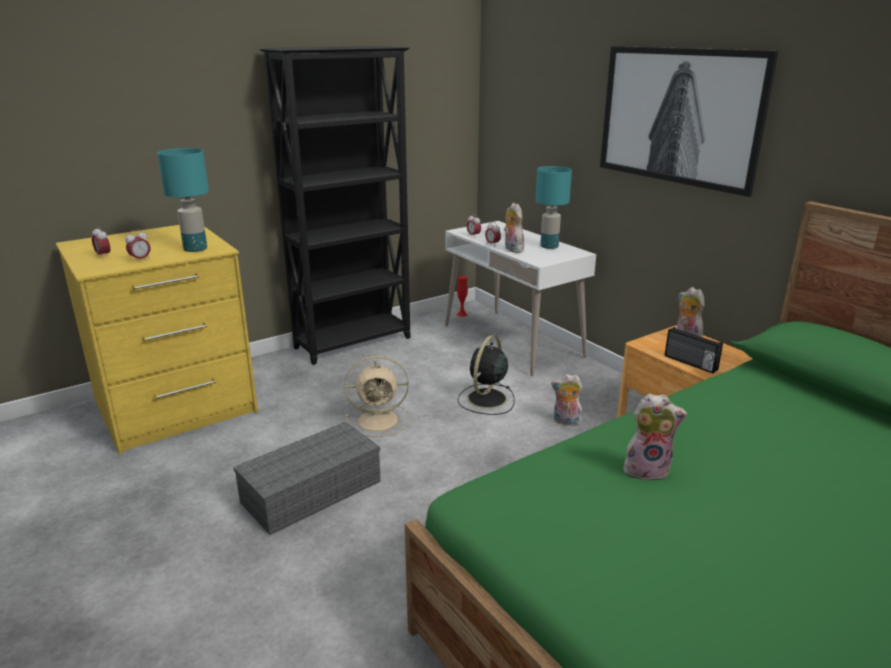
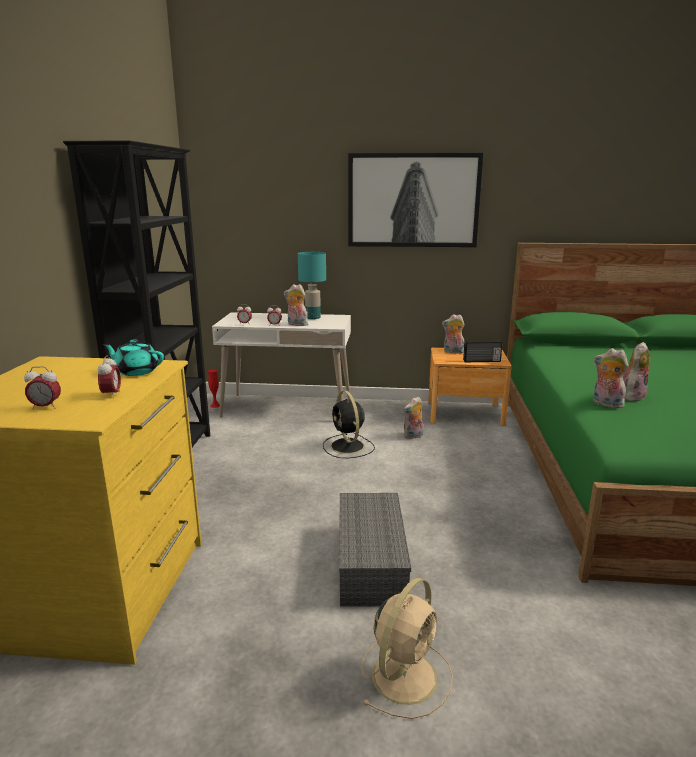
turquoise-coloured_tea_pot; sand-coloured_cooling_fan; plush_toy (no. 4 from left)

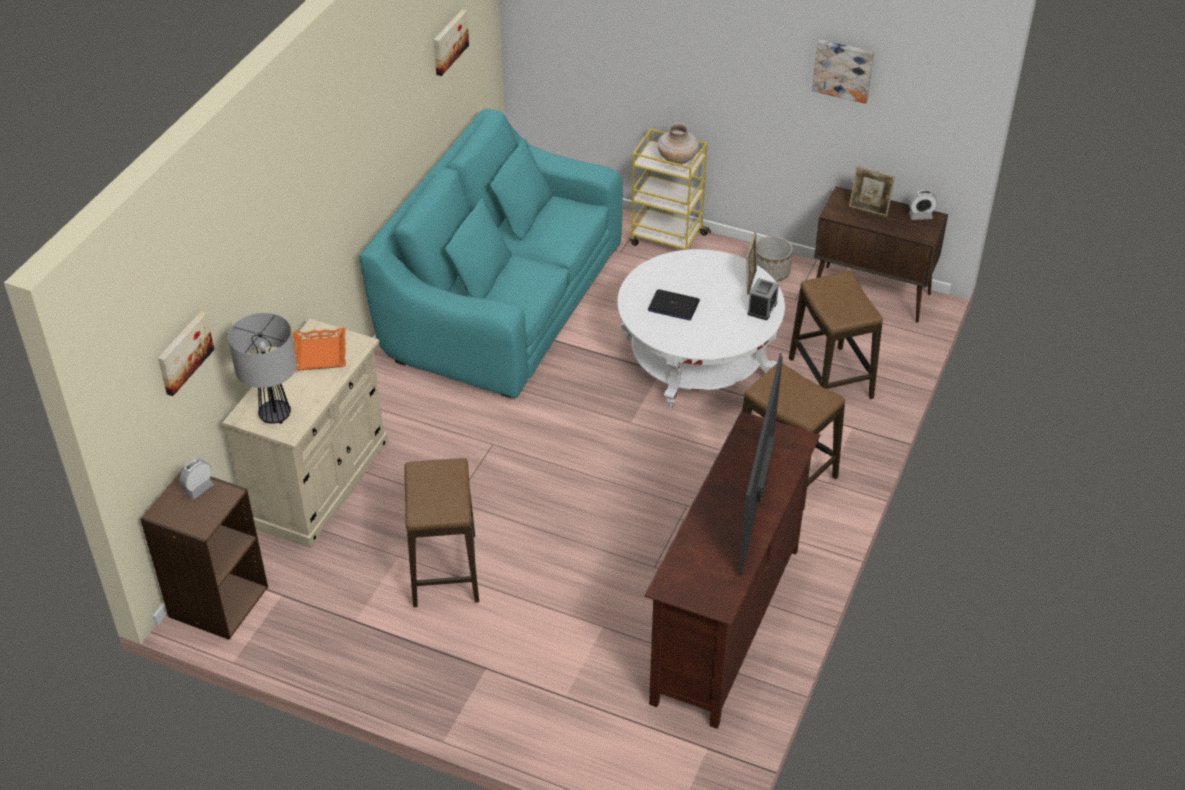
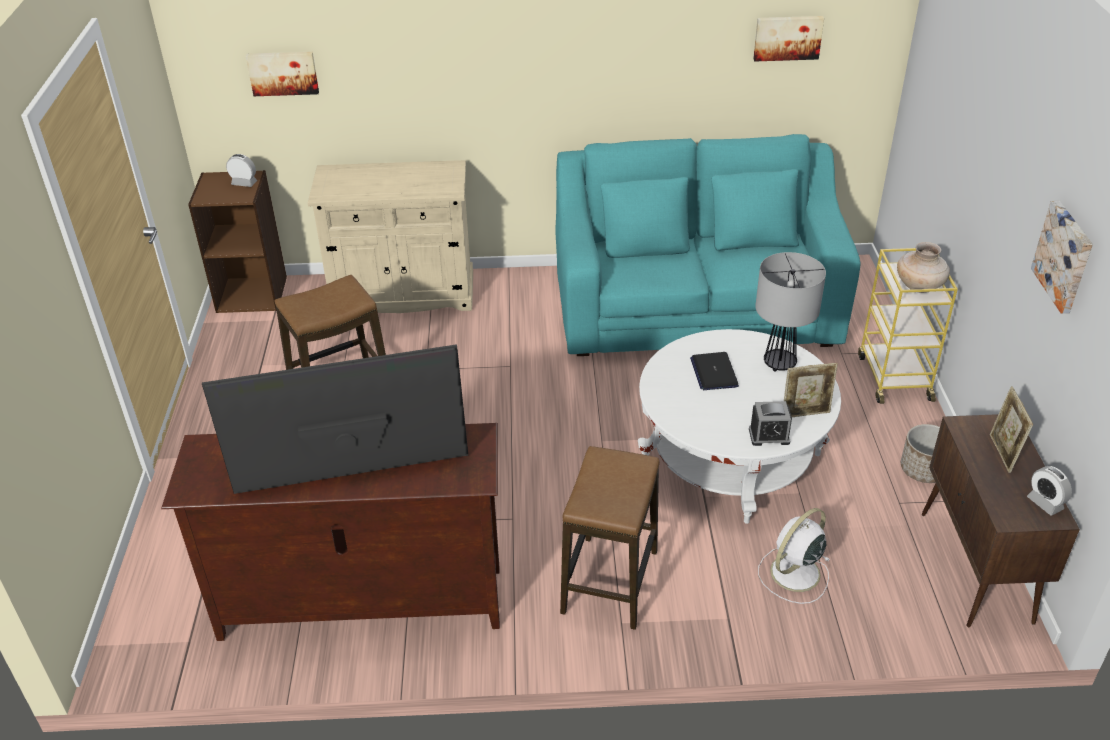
lamp_for_a_table; orangey_serving_tray; white_cooling_fan

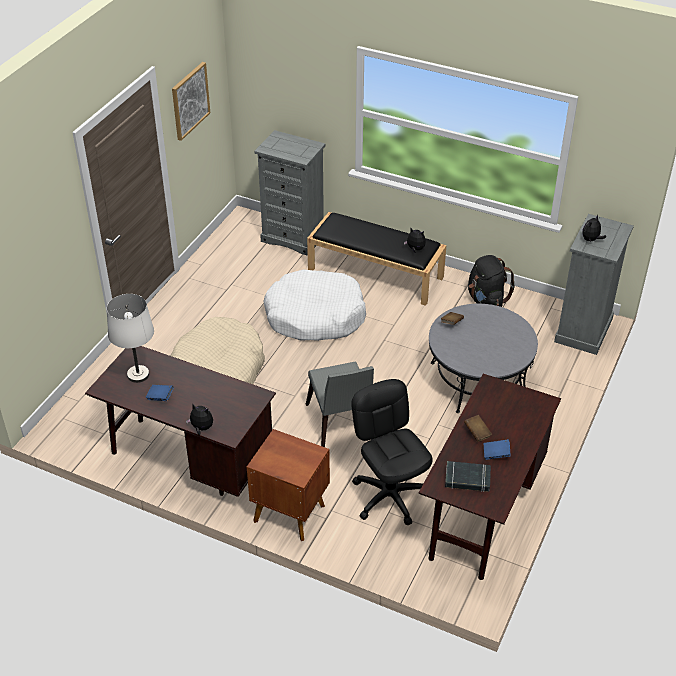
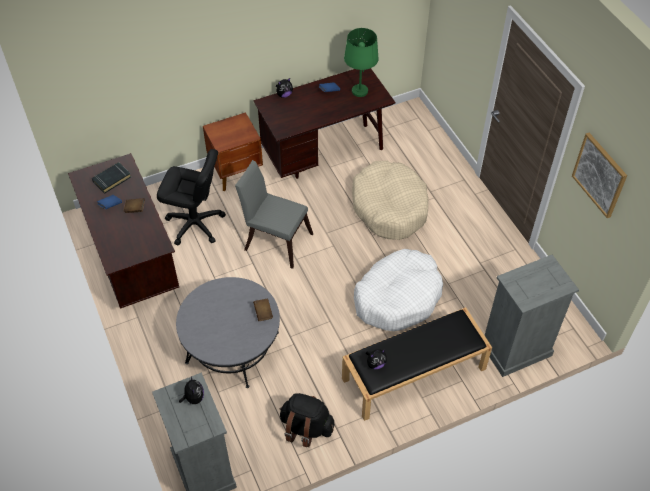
greenish_lamp_for_a_table

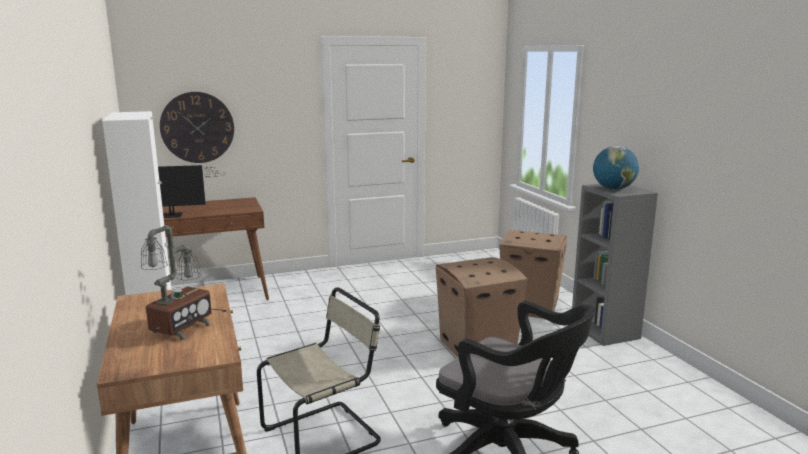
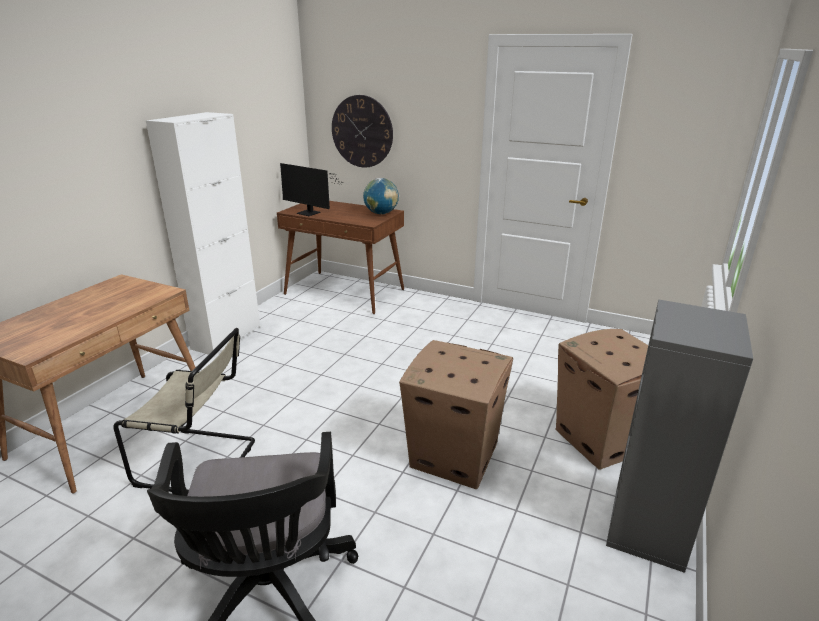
lamp_for_a_table; globe

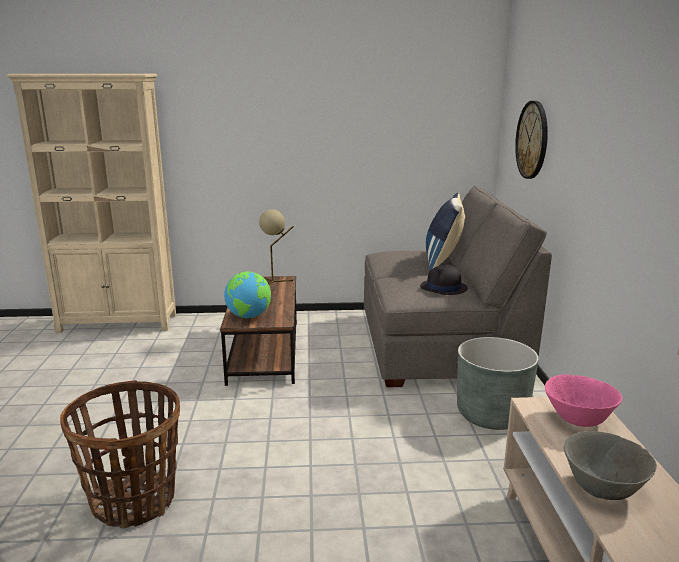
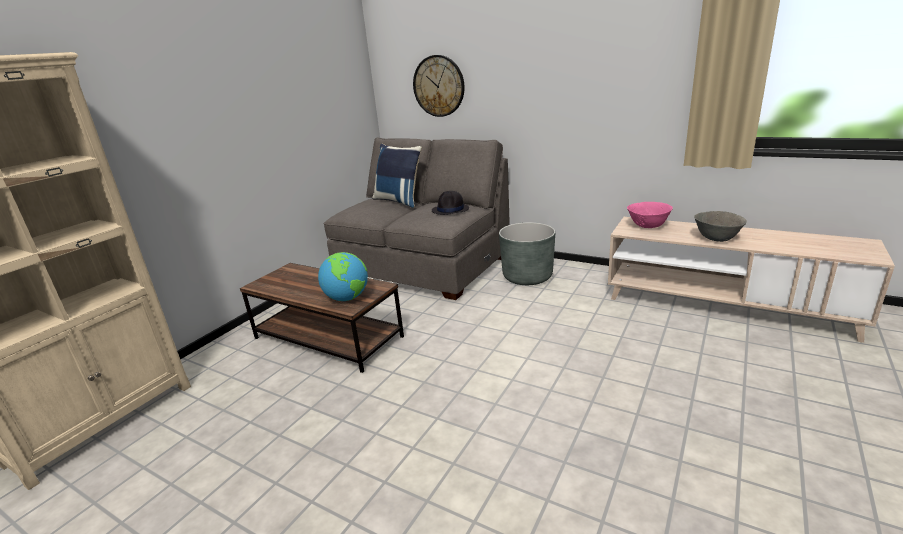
storage_basket; sand-coloured_lamp_for_a_table

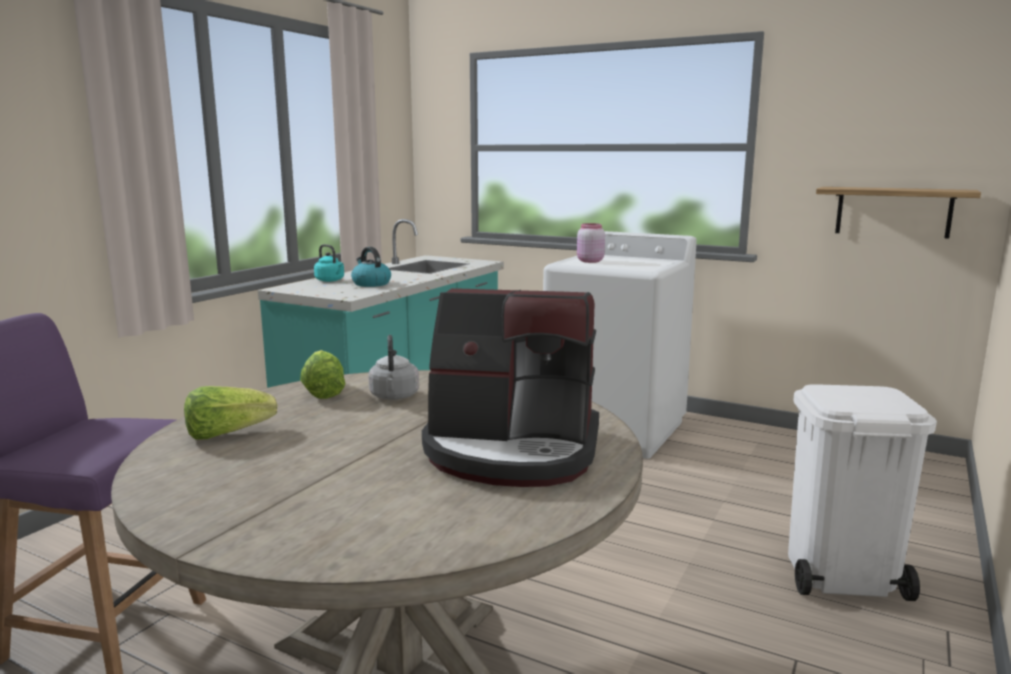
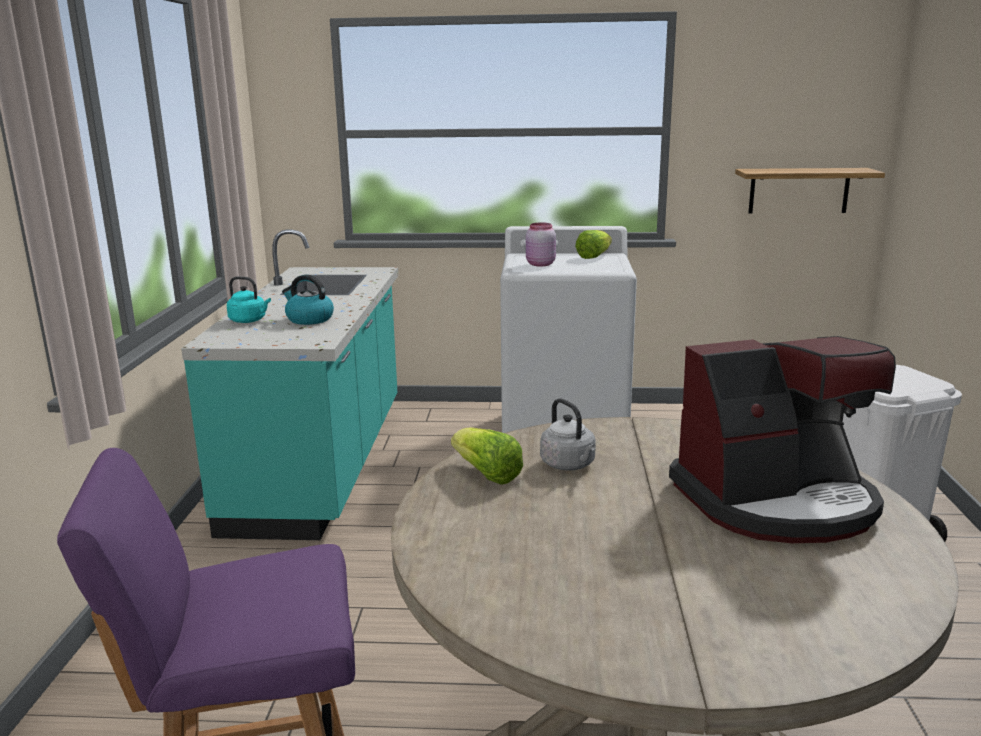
lettuce (no. 2 from left)

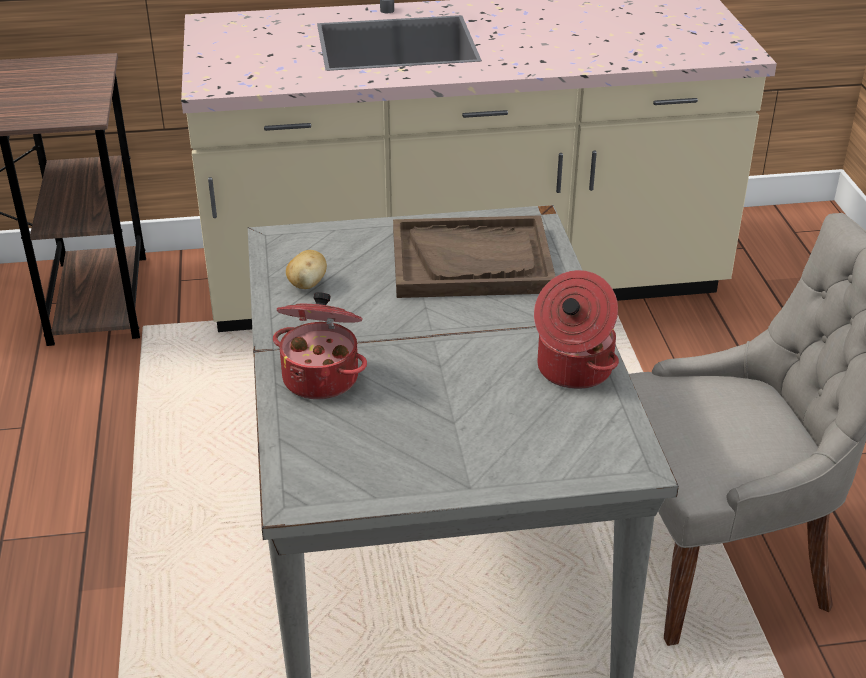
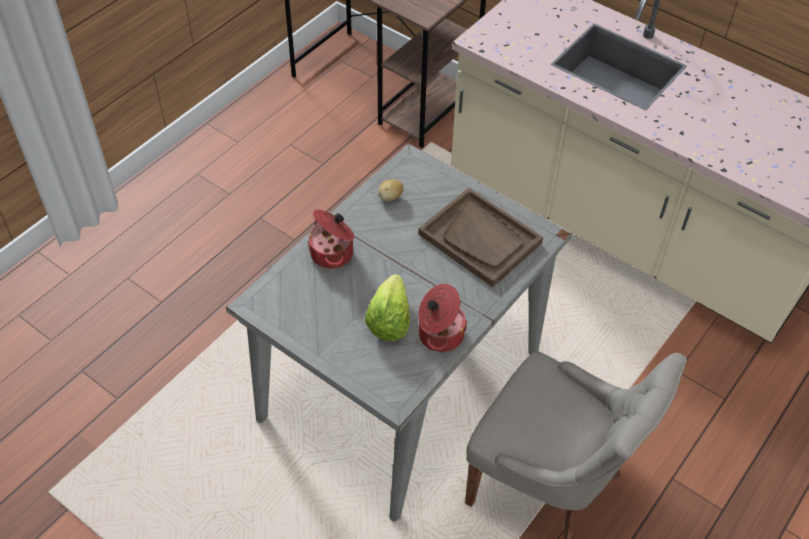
lettuce

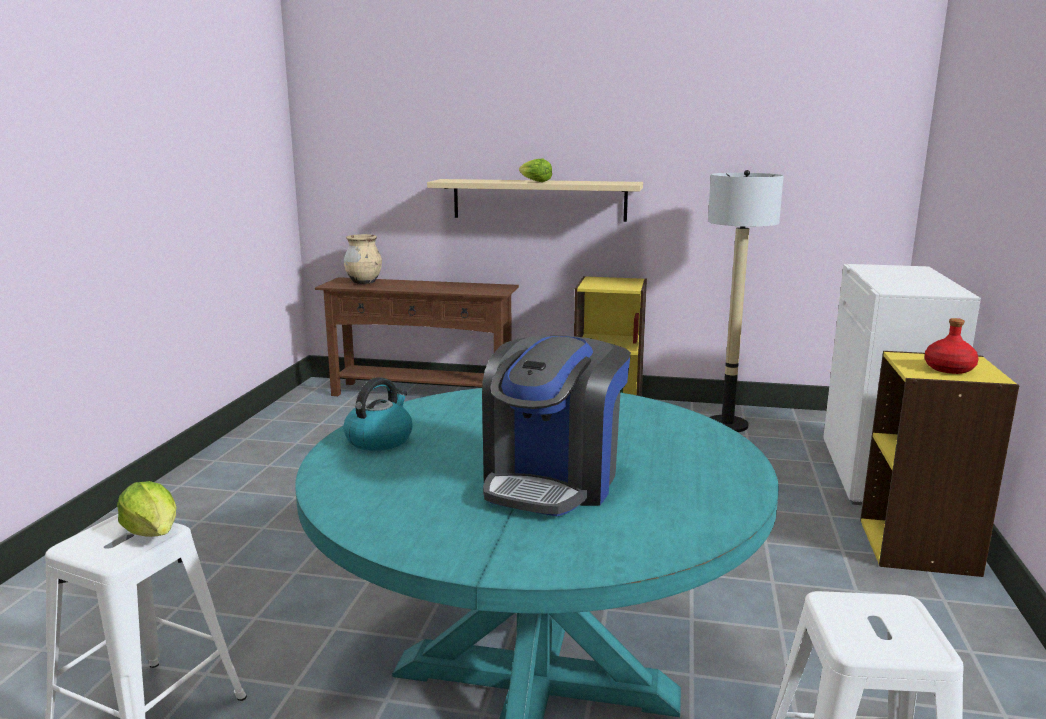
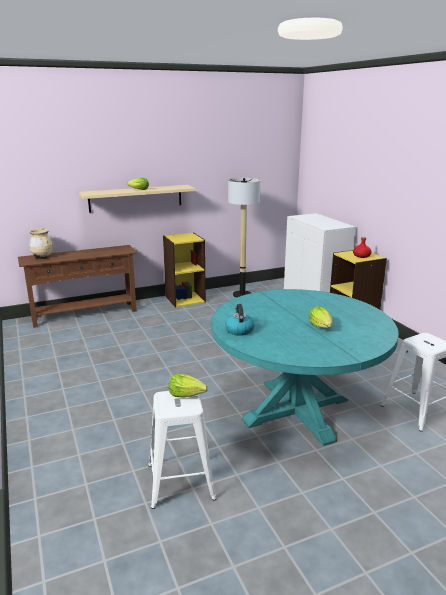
lettuce (no. 3 from left)

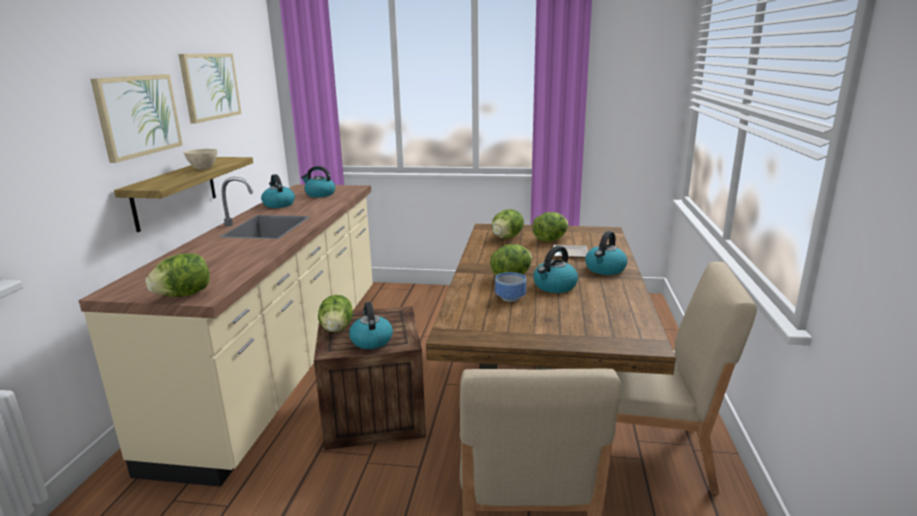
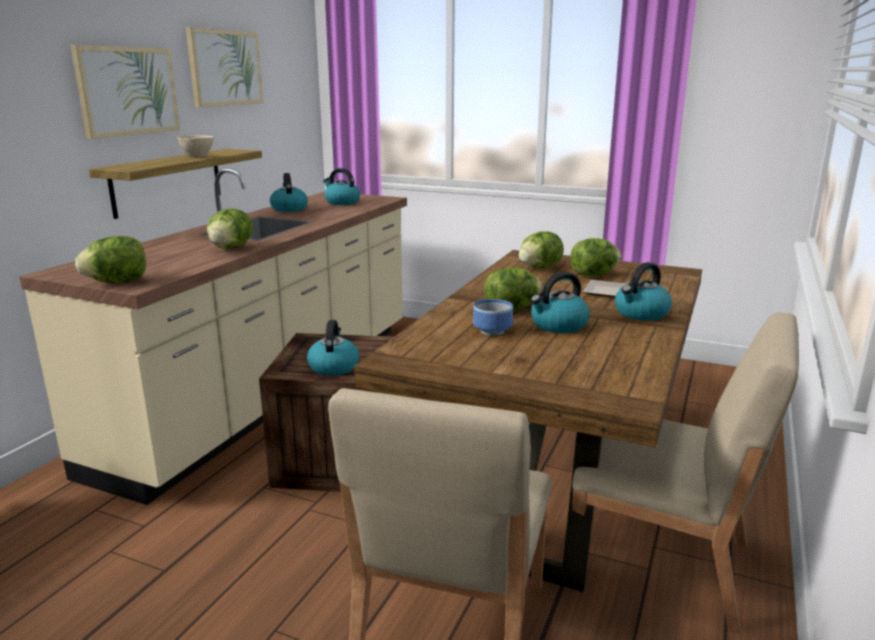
lettuce (no. 2 from left)

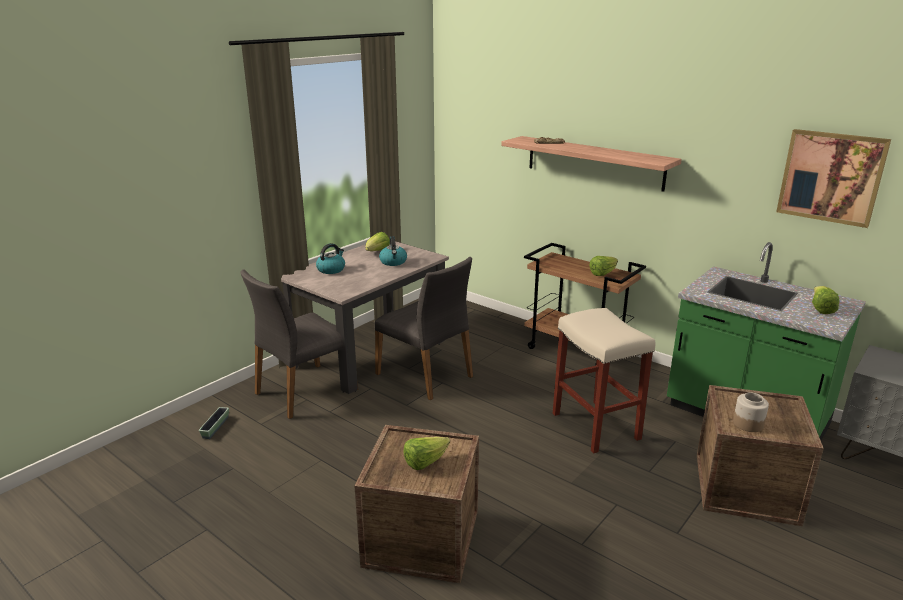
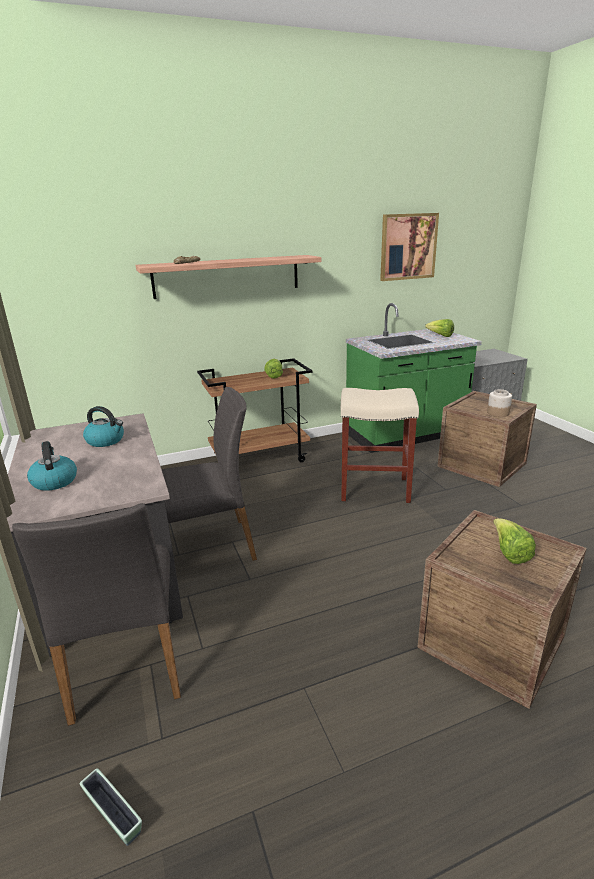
lettuce (no. 1 from left in the first image)

